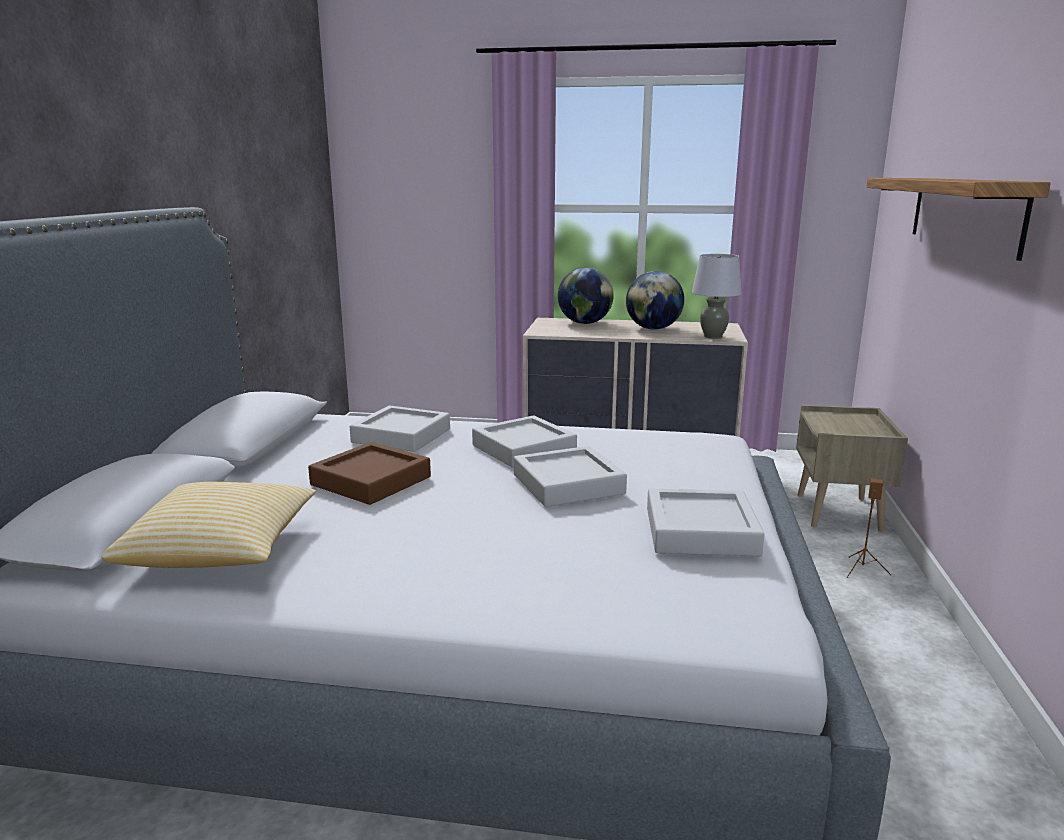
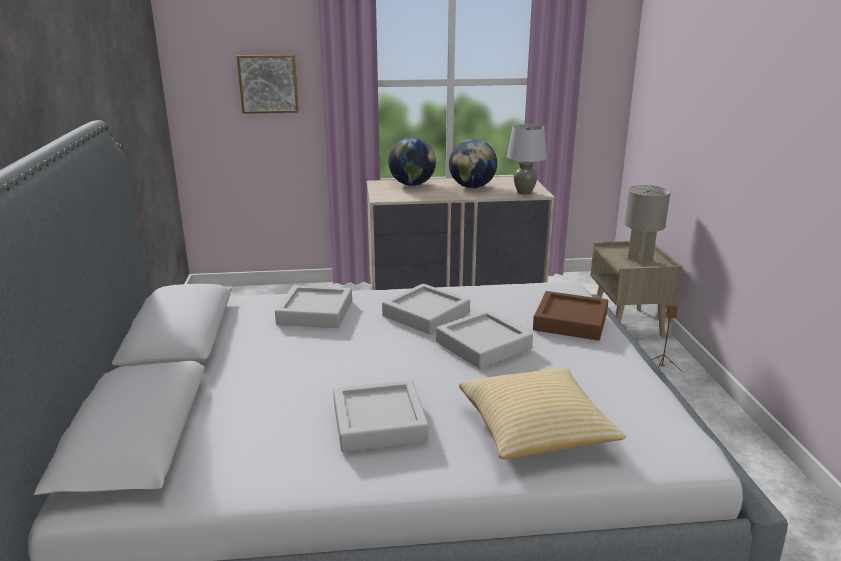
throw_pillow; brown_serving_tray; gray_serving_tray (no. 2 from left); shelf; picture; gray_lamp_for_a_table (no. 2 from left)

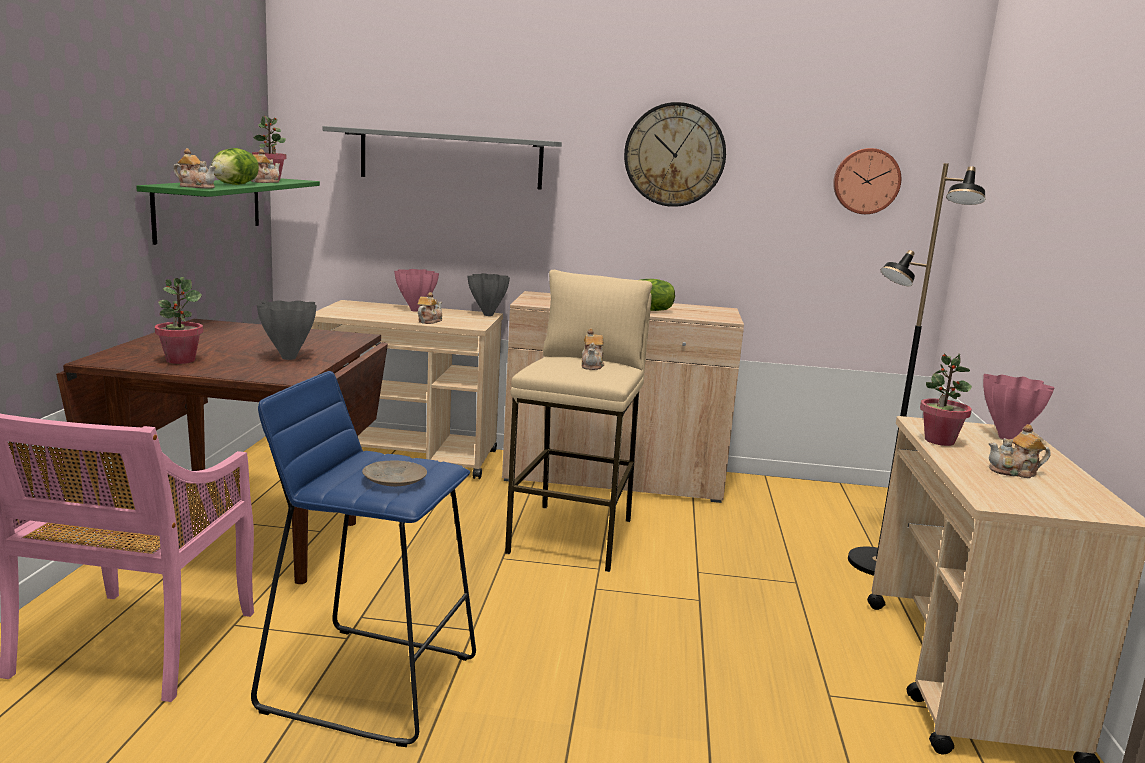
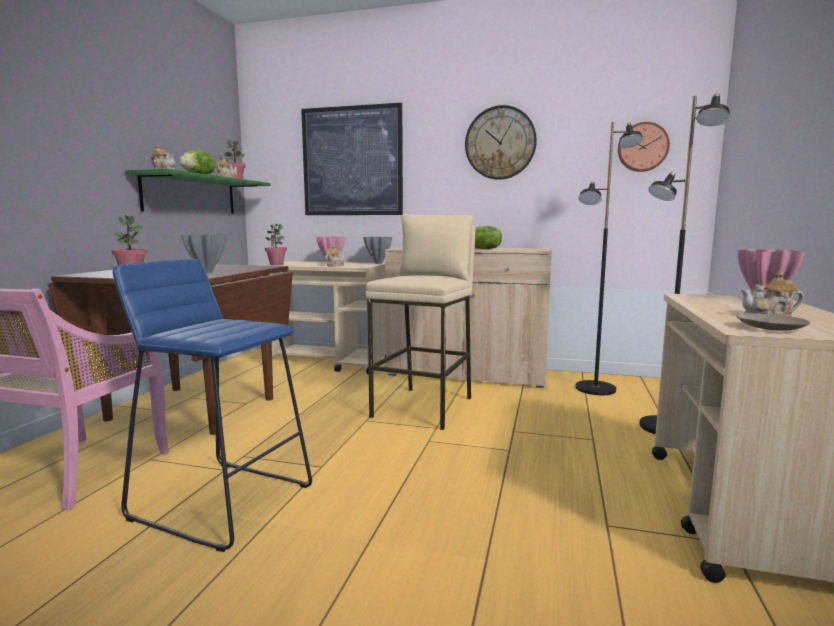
picture; sand-coloured_flat_dish; tea_pot (no. 4 from left in the first image); plant_in_a_pot (no. 3 from left); black-coloured_floor_lamp (no. 1 from left)

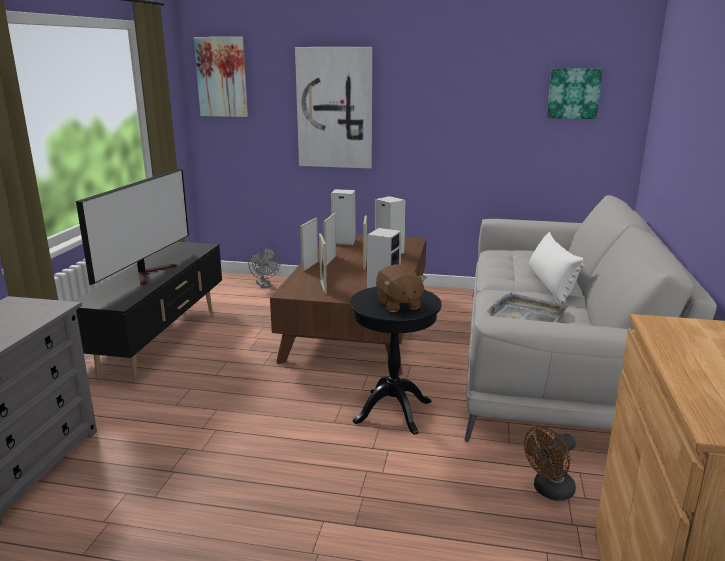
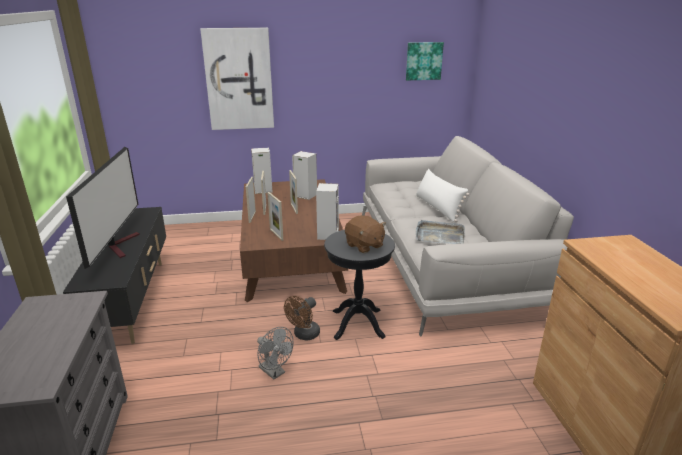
picture (no. 1 from left in the first image); gray_cooling_fan; brown_cooling_fan

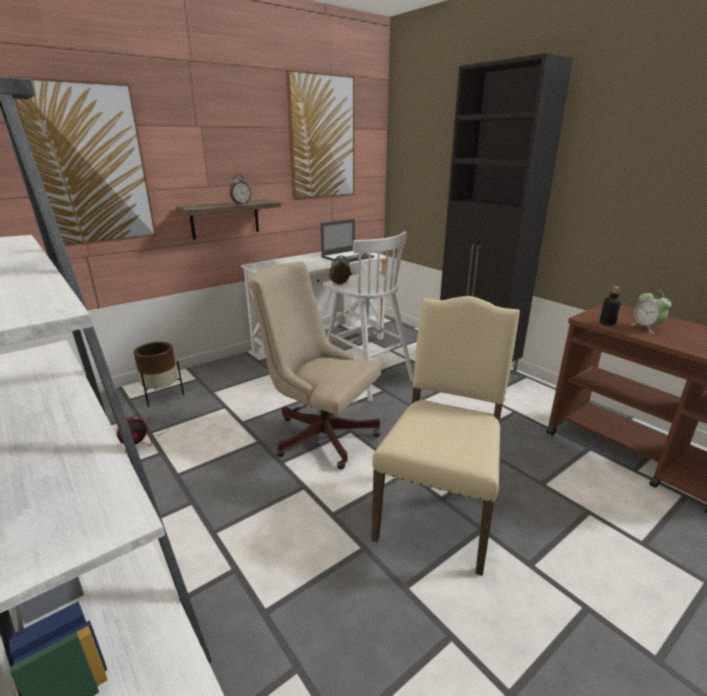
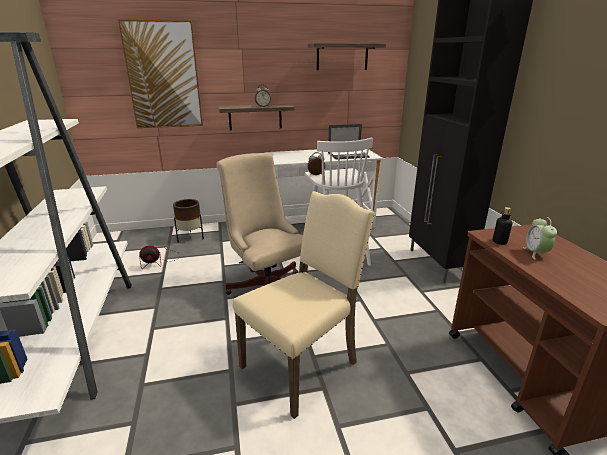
shelf (no. 2 from left)

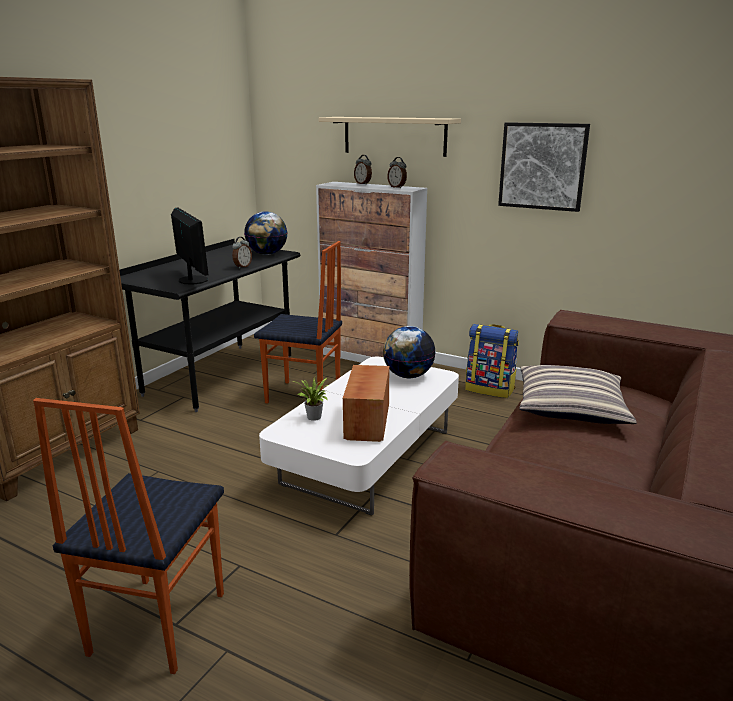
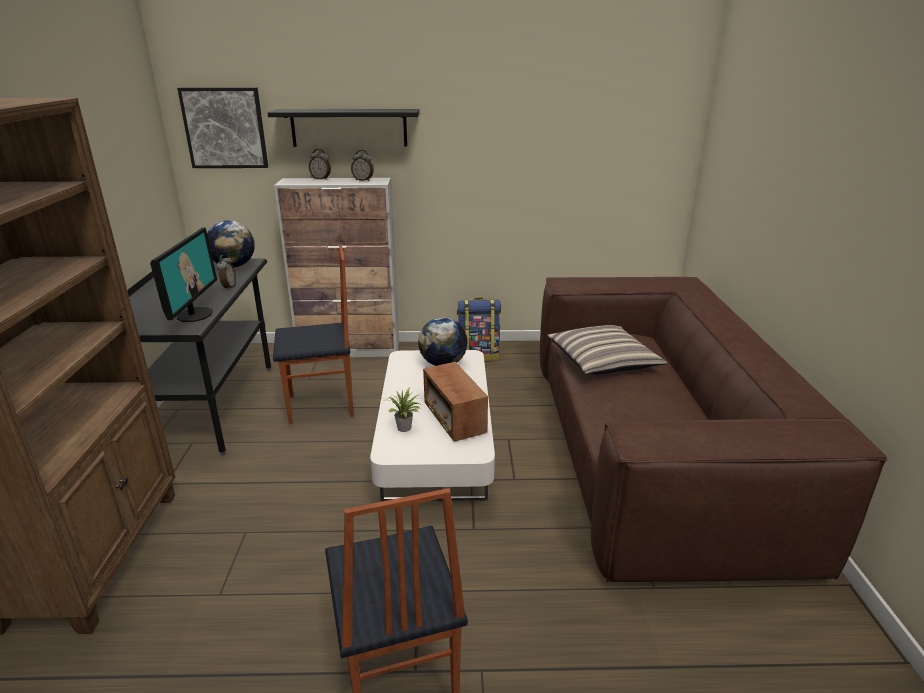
computer_display; black-coloured_shelf; picture

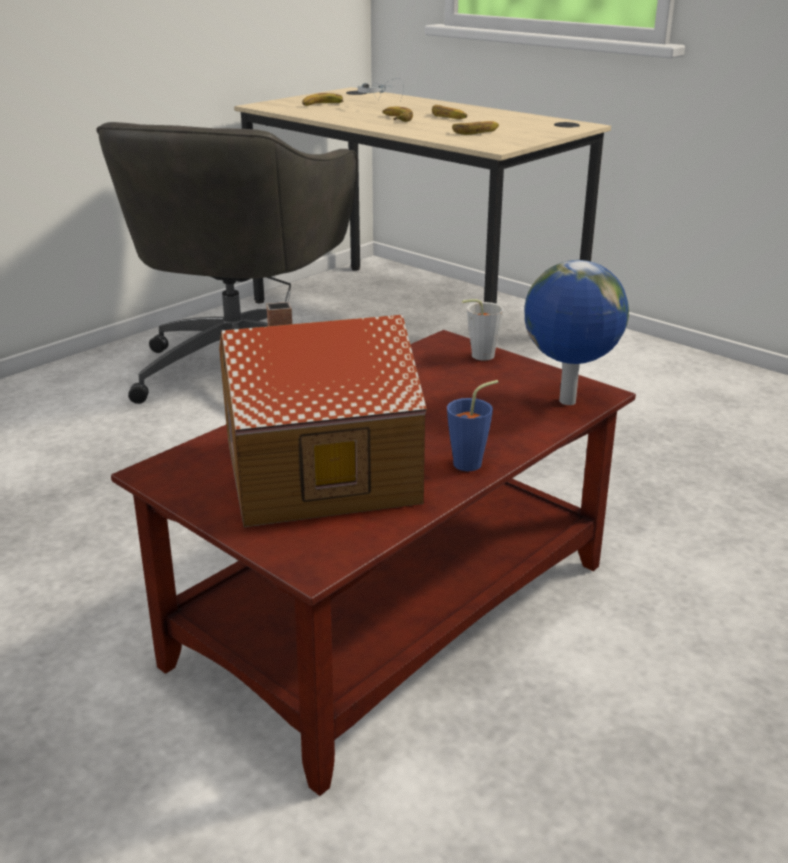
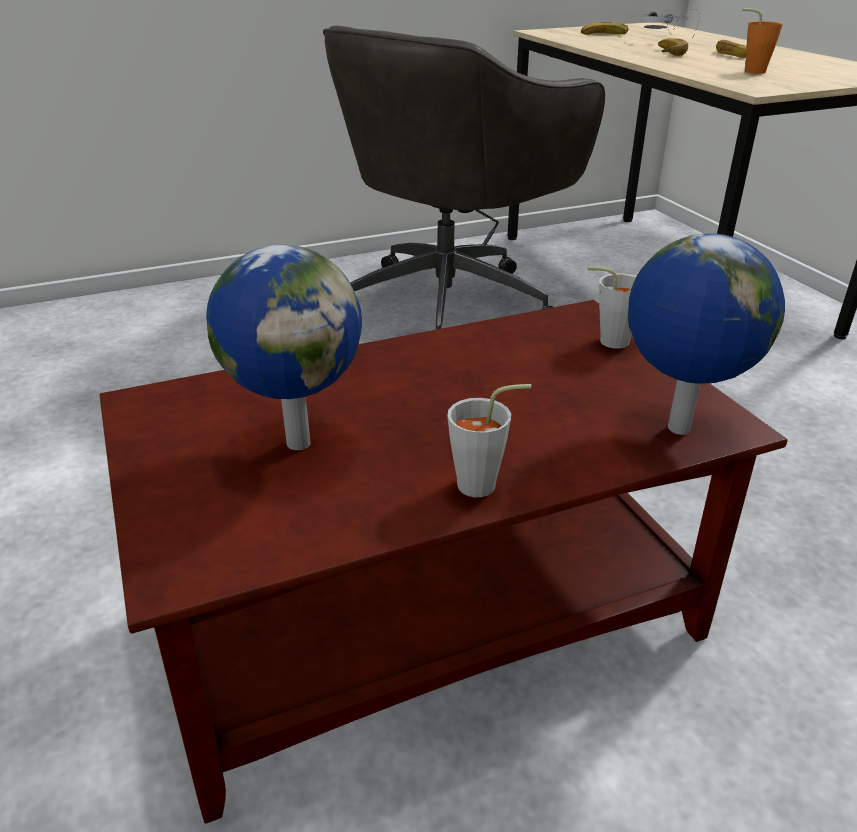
globe (no. 1 from left); gray_small_cup (no. 1 from left); orangey_small_cup

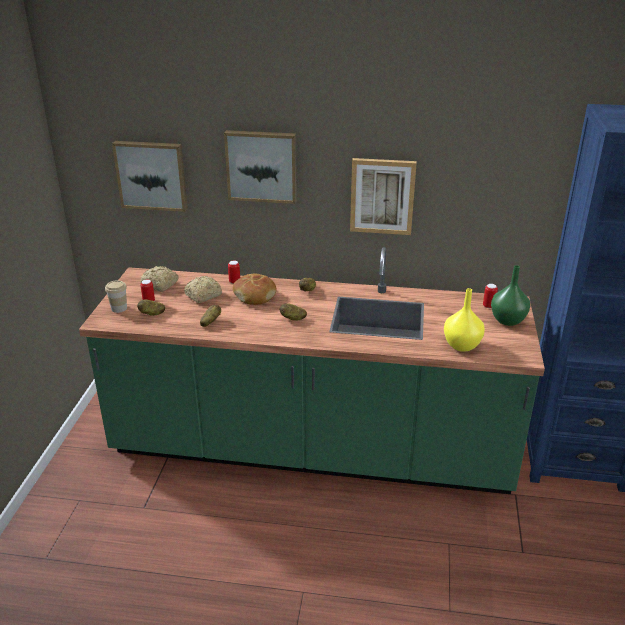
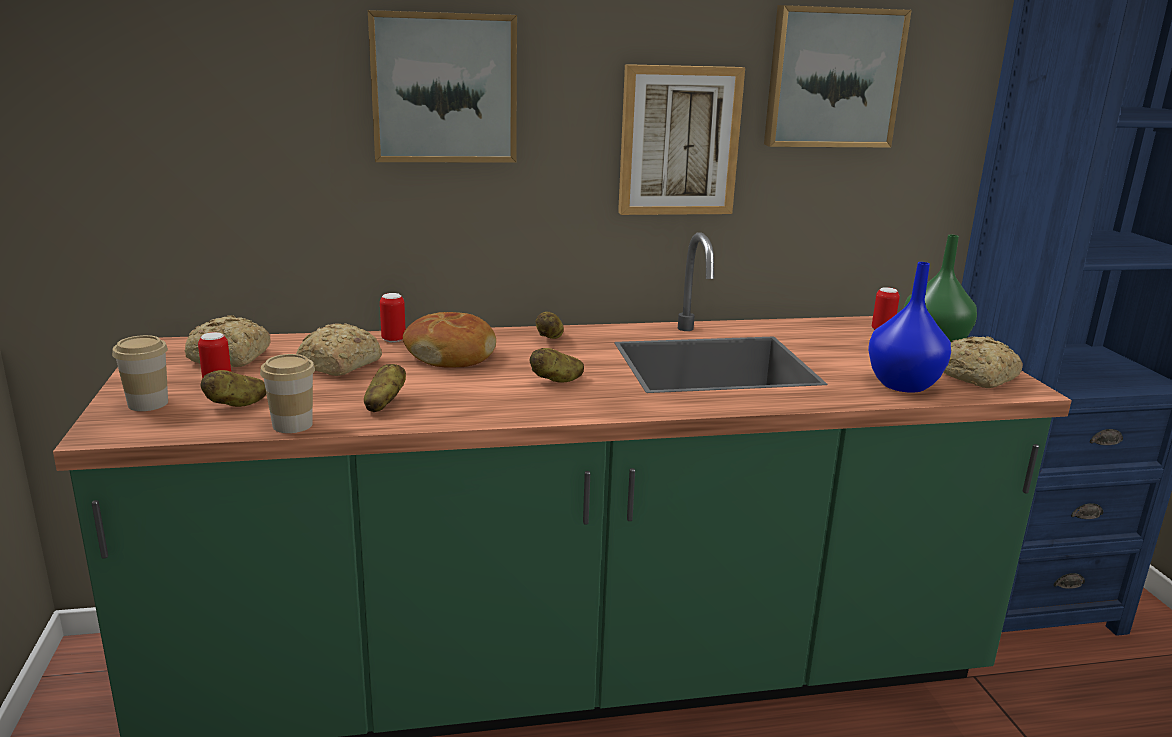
picture (no. 3 from left); bluish_vase; small_cup (no. 2 from left); bread (no. 4 from left)

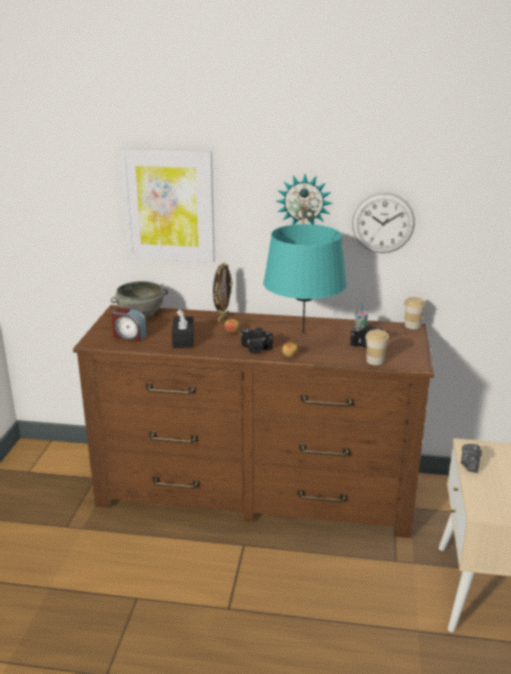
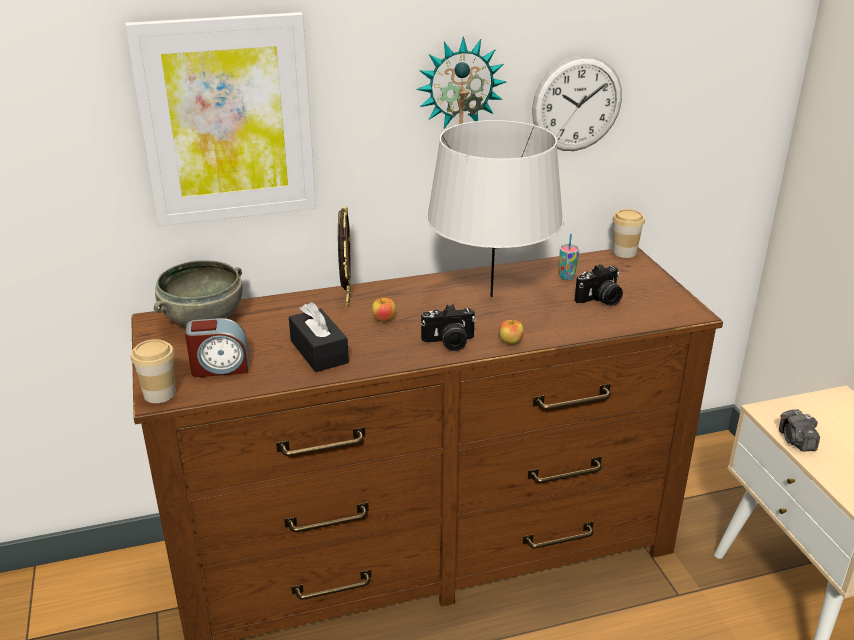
gray_lamp_for_a_table; small_cup (no. 1 from left)

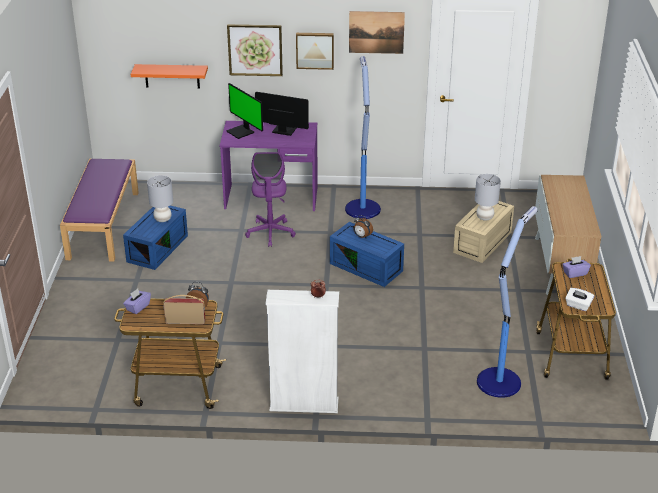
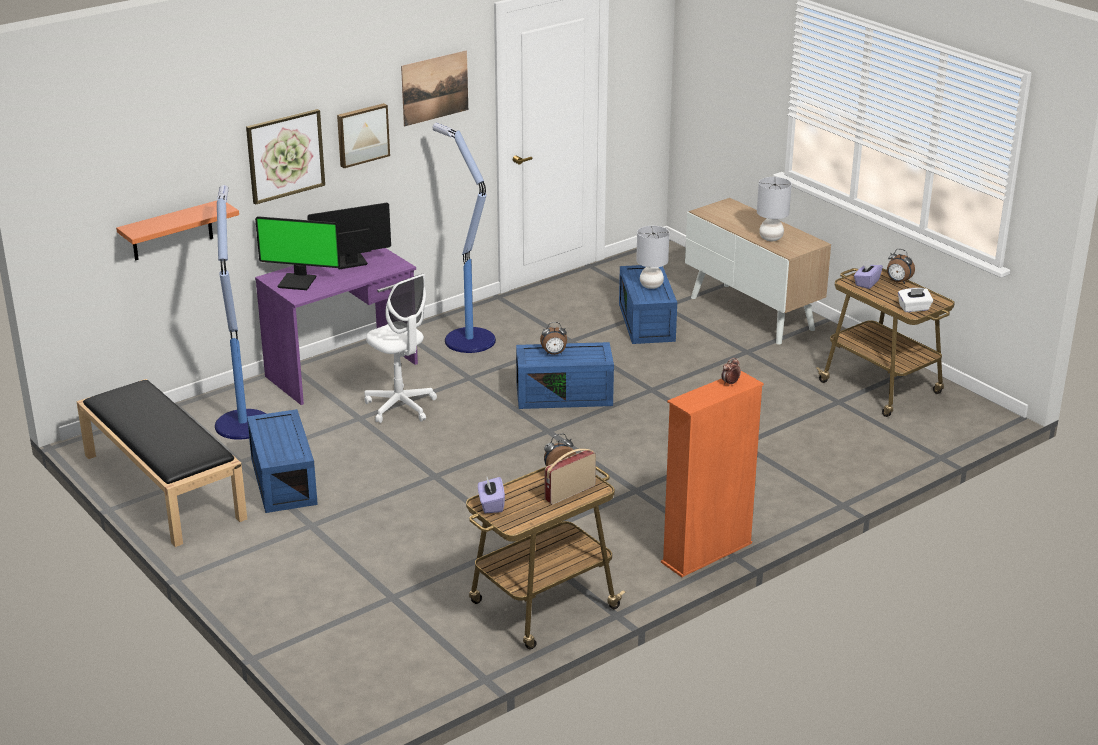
black-coloured_bench; gray_lamp_for_a_table (no. 2 from left); white_desk_chair; orangey_shelving_unit; bluish_storage_container (no. 3 from left); floor_lamp (no. 1 from left); bedside_clock (no. 4 from left)

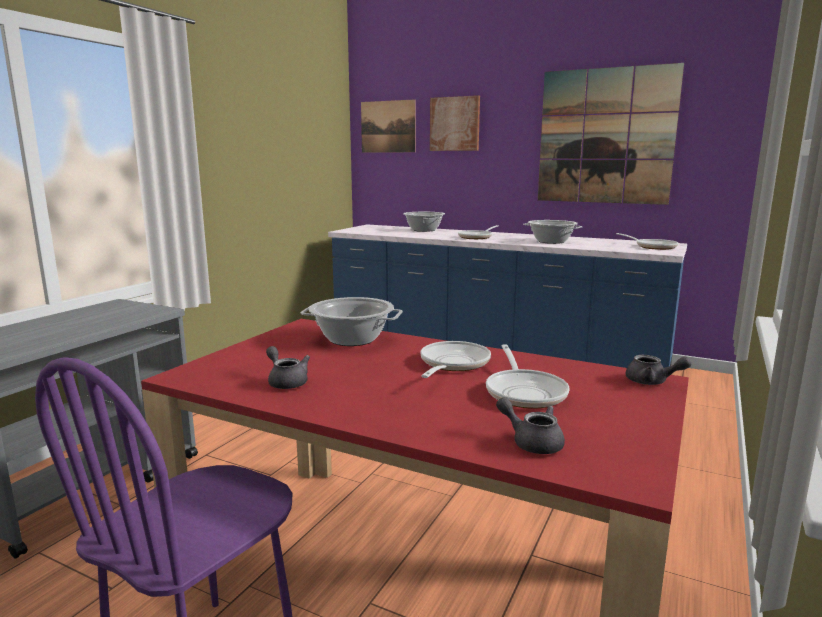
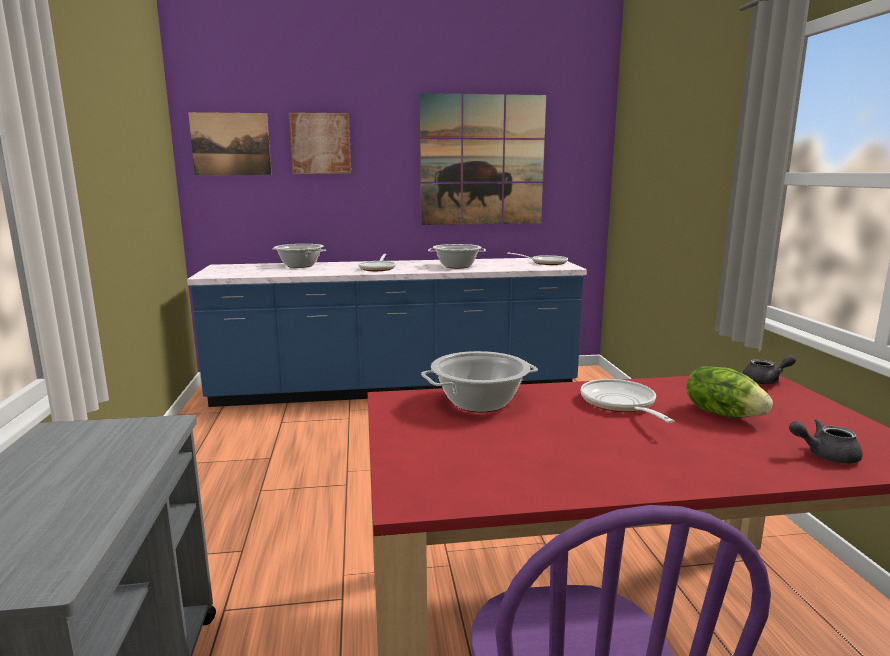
gray_tea_pot (no. 1 from left in the first image); lettuce

